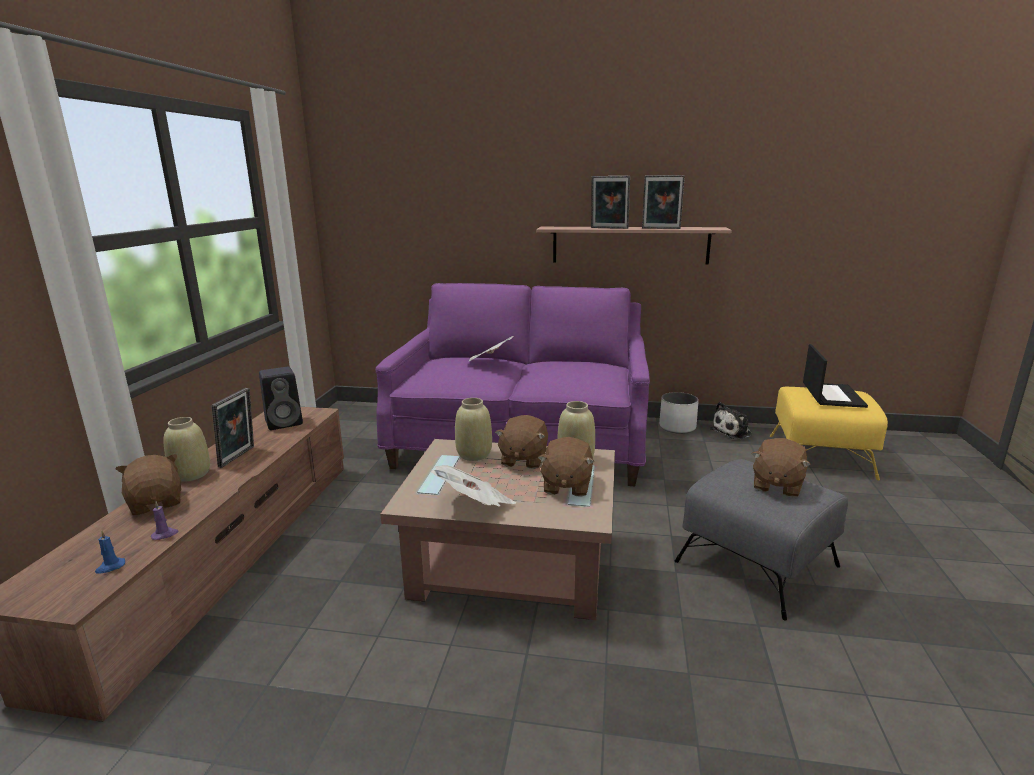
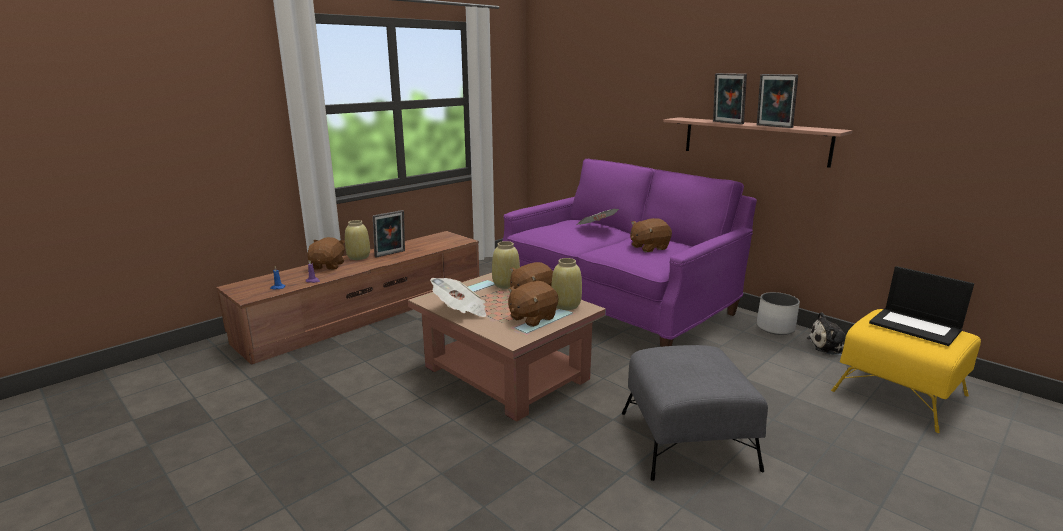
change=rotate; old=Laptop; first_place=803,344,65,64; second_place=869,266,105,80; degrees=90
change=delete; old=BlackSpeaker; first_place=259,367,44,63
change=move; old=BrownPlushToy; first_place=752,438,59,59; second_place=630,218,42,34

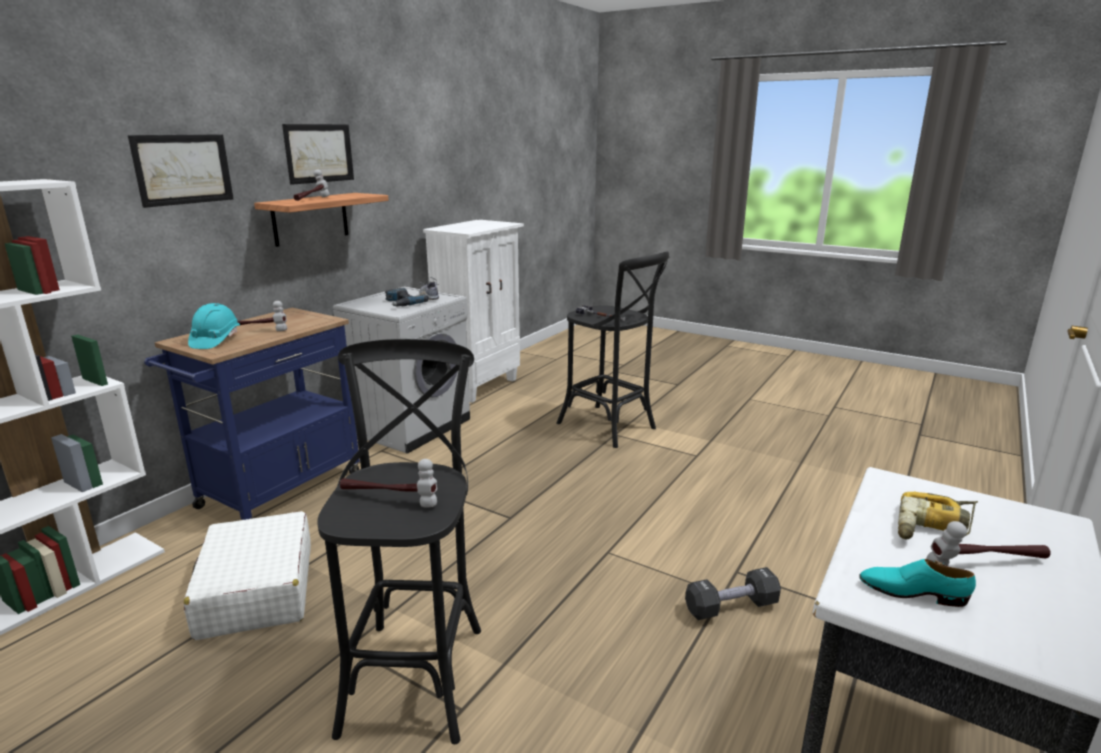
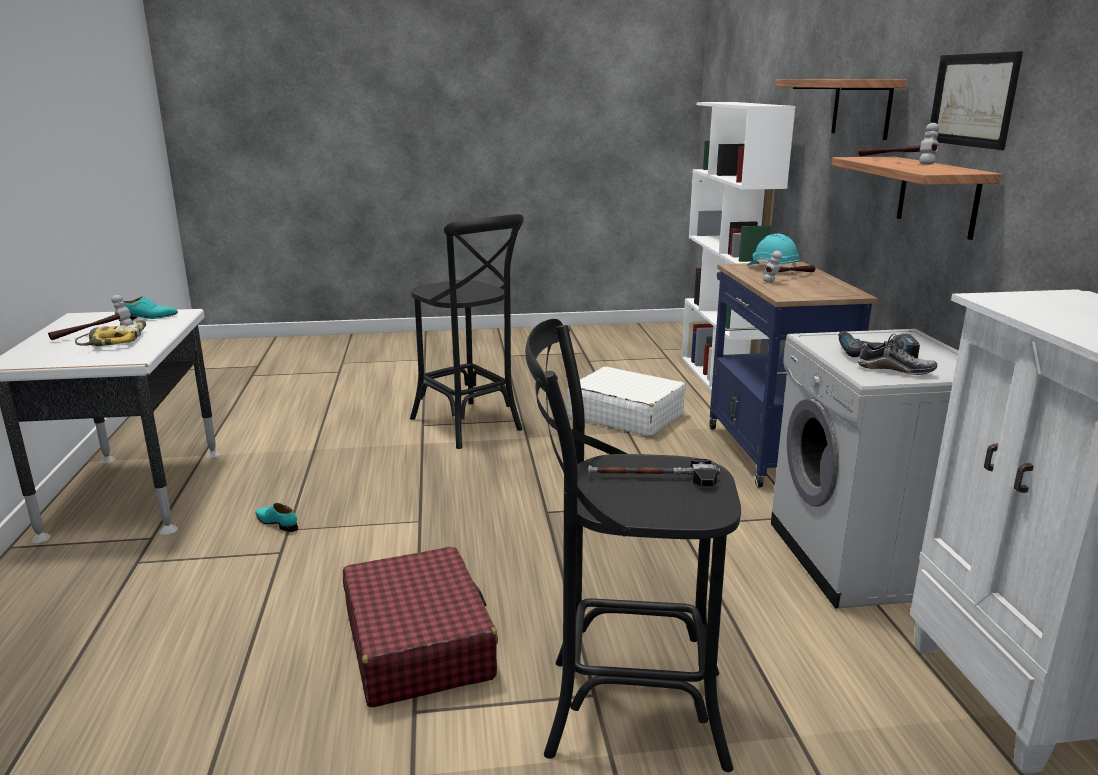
change=replace; old=Picture; new=Shelf; first_place=128,134,105,74; second_place=775,79,132,61
change=delete; old=Hammer; first_place=340,459,97,49
change=replace; old=BlackDumbbell; new=TurquoiseShoe; first_place=685,567,96,53; second_place=256,503,42,29
change=insert; new=RedSuitcase; second_place=343,546,155,162

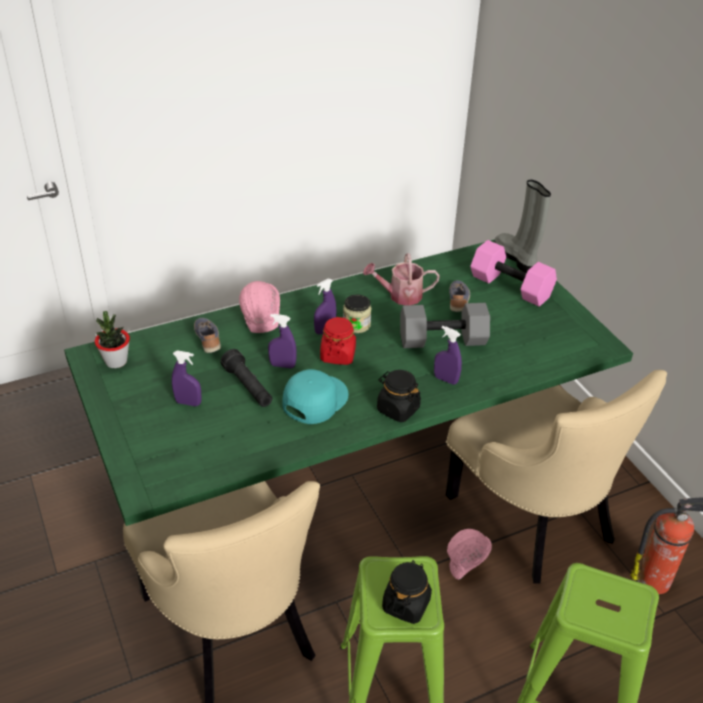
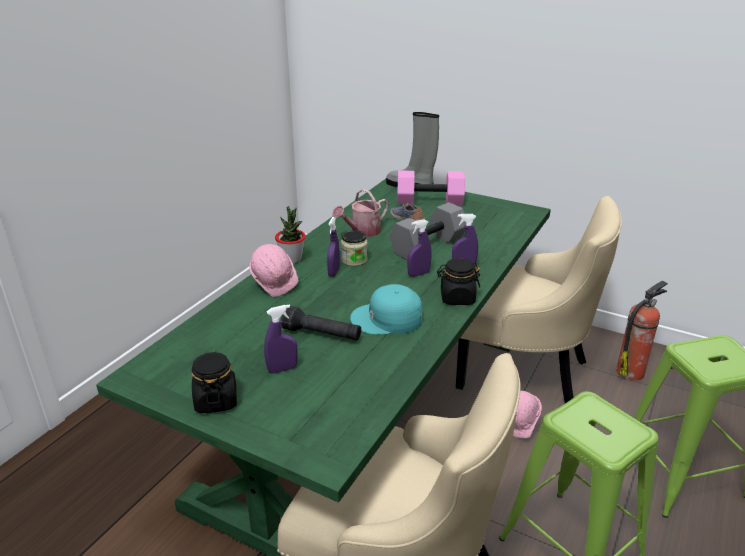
change=move; old=PottedPlant; first_place=95,311,35,57; second_place=275,207,31,56
change=move; old=PurpleSprayBottle; first_place=268,314,29,54; second_place=407,219,24,58
change=delete; old=RedJar; first_place=320,316,36,49
change=delete; old=Shoe; first_place=194,318,27,35
change=rotate; old=TurquoiseCap; first_place=282,369,66,55; second_place=350,284,72,51; degrees=-90
change=move; old=BlackJar; first_place=382,560,50,64; second_place=191,351,46,62

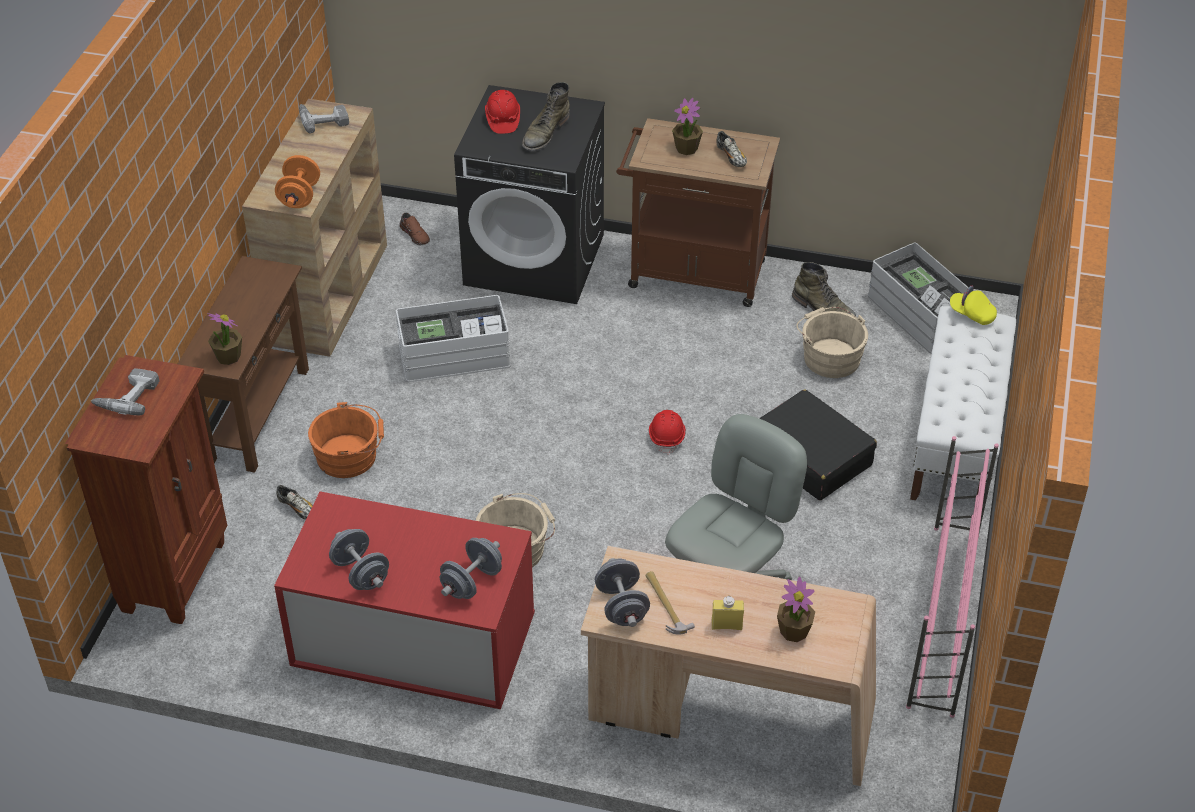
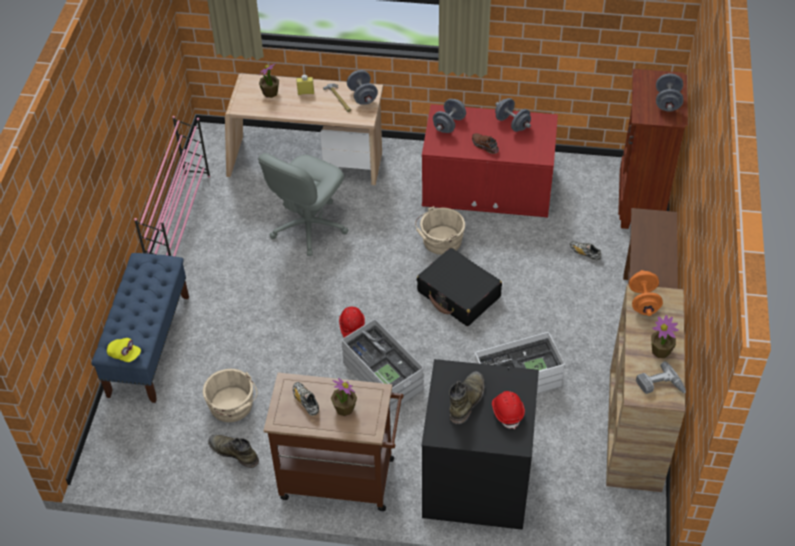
change=move; old=BrownShoe; first_place=399,213,31,32; second_place=472,133,27,21
change=move; old=GreyStorageBox; first_place=868,243,101,111; second_place=342,319,82,92
change=recolor; old=WhiteBench; new=BlueBench; first_place=910,306,106,194; second_place=92,253,97,150
change=move; old=PottedPlant; first_place=207,313,35,52; second_place=651,315,28,43
change=replace; old=PowerDrill; new=GreyDumbbell; first_place=91,368,68,47; second_place=656,73,27,38
change=move; old=BlackSuitcase; first_place=759,389,118,111; second_place=417,248,85,78
change=delete; old=OrangeBucket; first_place=308,402,76,76

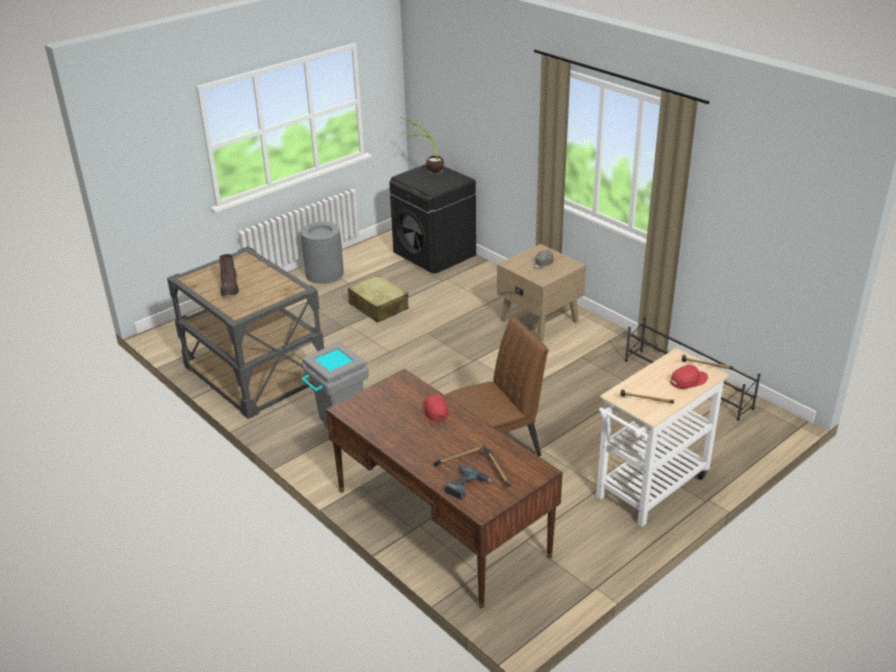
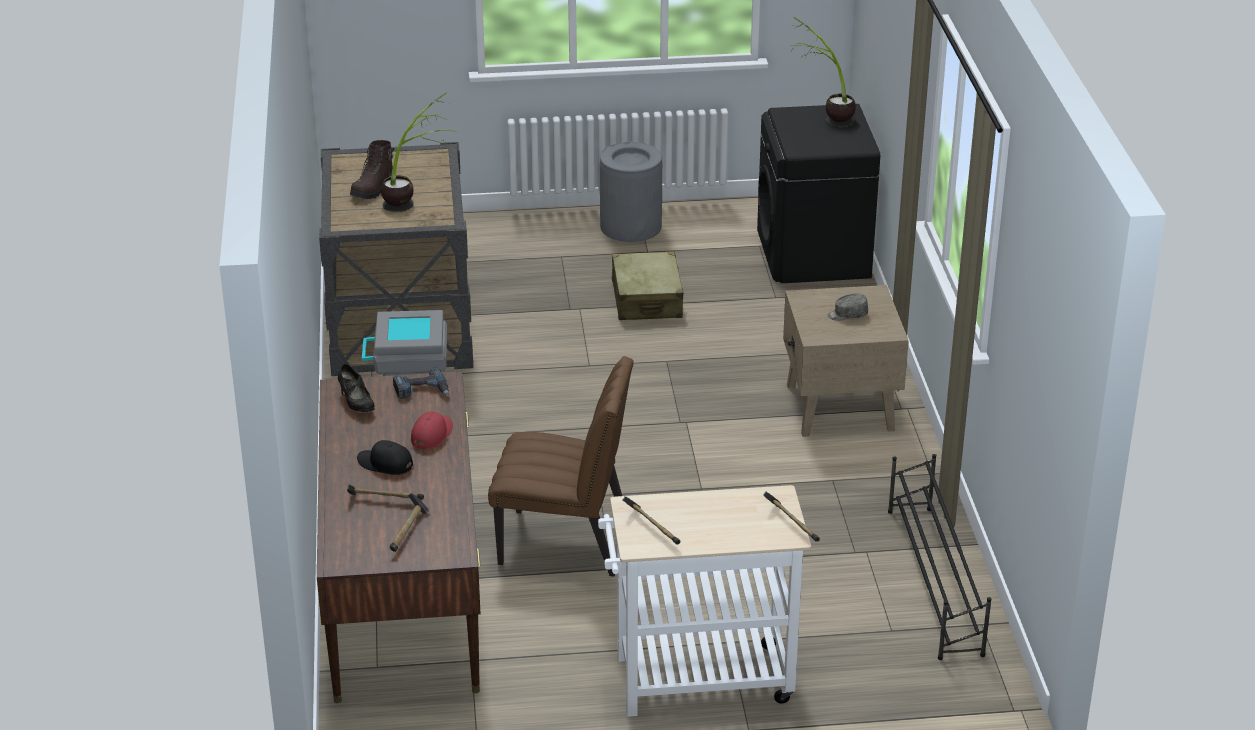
change=delete; old=RedCap; first_place=670,365,38,24
change=move; old=PowerDrill; first_place=445,465,48,35; second_place=393,367,56,32
change=insert; new=PottedPlant; second_place=381,93,76,119
change=insert; new=BlackShoe; second_place=338,364,37,48
change=insert; new=BlackCap; second_place=357,440,56,35

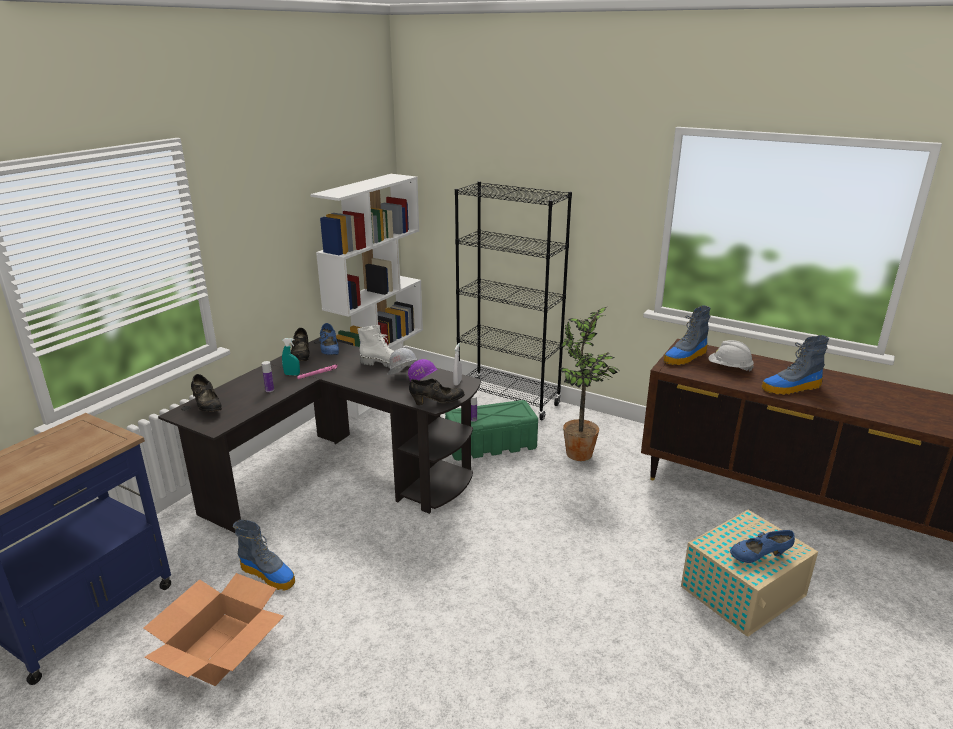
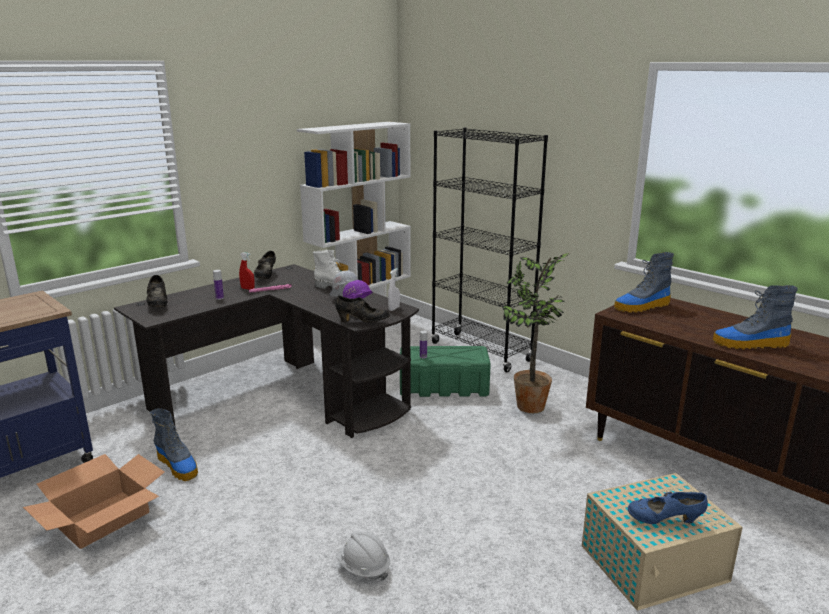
change=delete; old=BlueShoe; first_place=320,323,19,32
change=recolor; old=TurquoiseSprayBottle; new=RedSprayBottle; first_place=282,338,18,38; second_place=239,252,16,38
change=move; old=WhiteHardHat; first_place=708,340,46,32; second_place=336,531,54,50

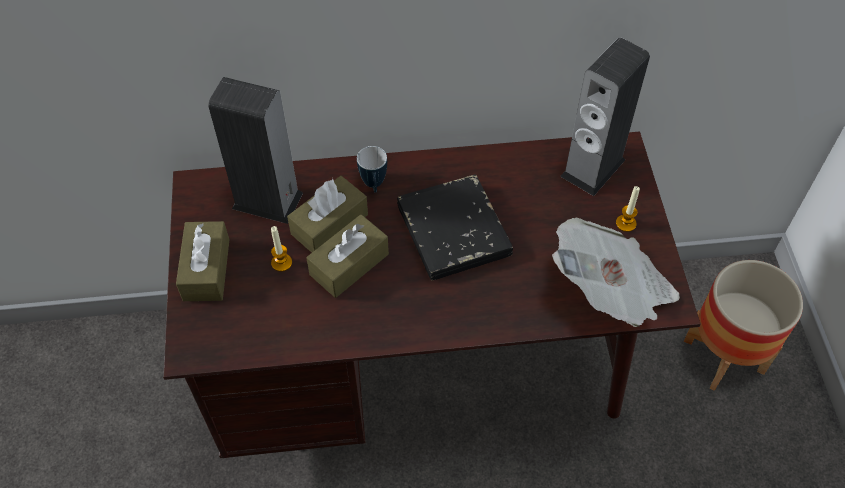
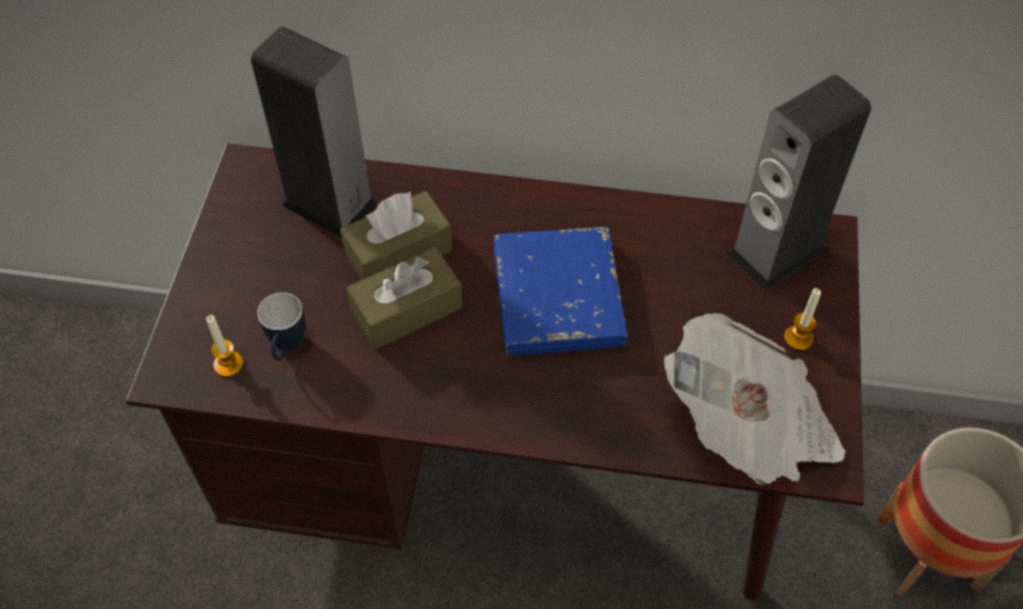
change=move; old=Mug; first_place=357,146,30,47; second_place=257,292,48,69
change=recolor; old=BlackBook; new=BlueBook; first_place=397,174,116,106; second_place=494,227,133,129
change=delete; old=BrownTissueBox; first_place=176,221,54,80
change=move; old=Candle; first_place=271,226,21,46; second_place=206,315,37,62

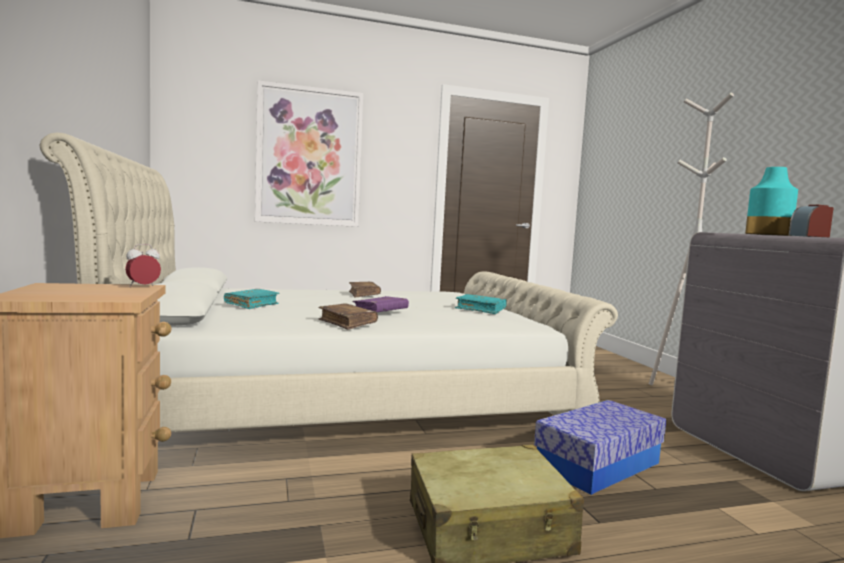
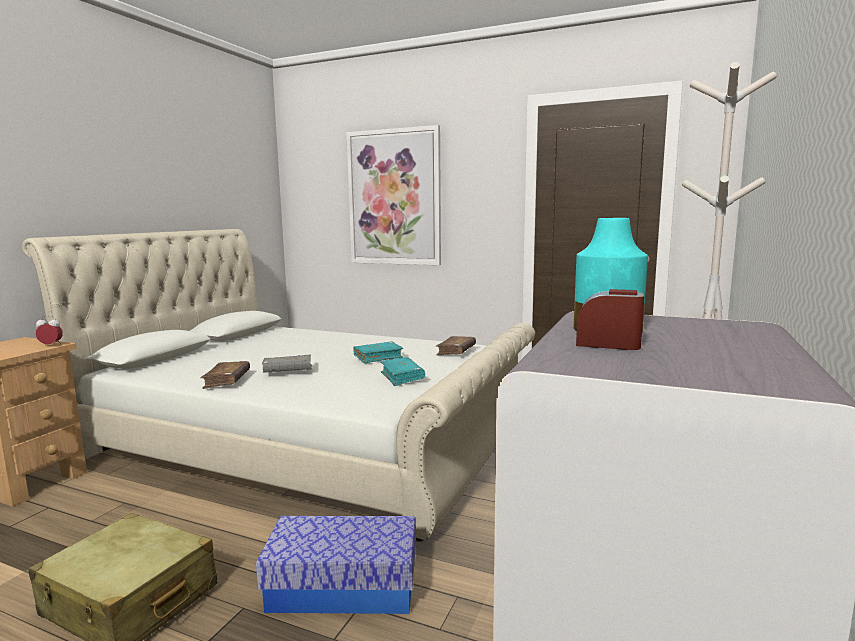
change=move; old=BrownBook; first_place=349,282,32,15; second_place=436,336,40,19
change=move; old=TurquoiseBook; first_place=224,289,56,20; second_place=353,342,50,21
change=recolor; old=PurpleBook; new=GreyBook; first_place=352,296,57,16; second_place=262,354,50,19

